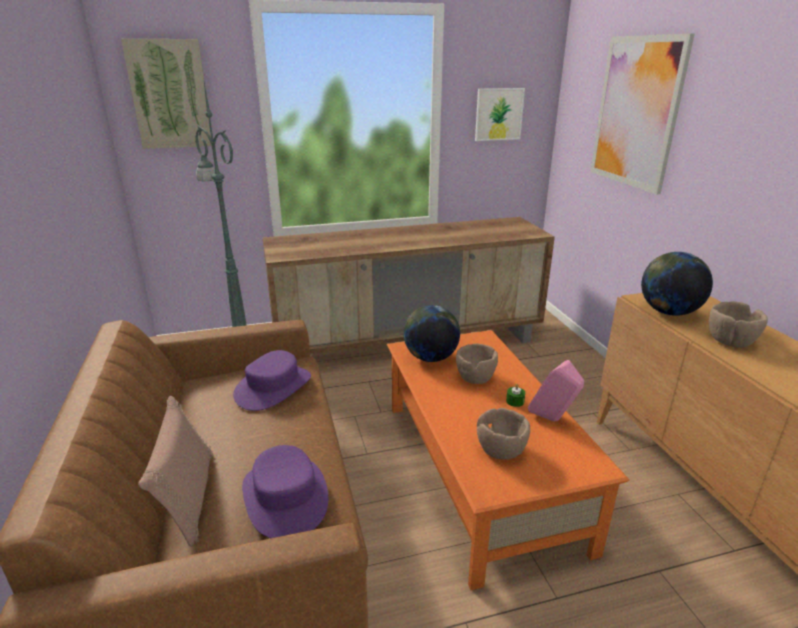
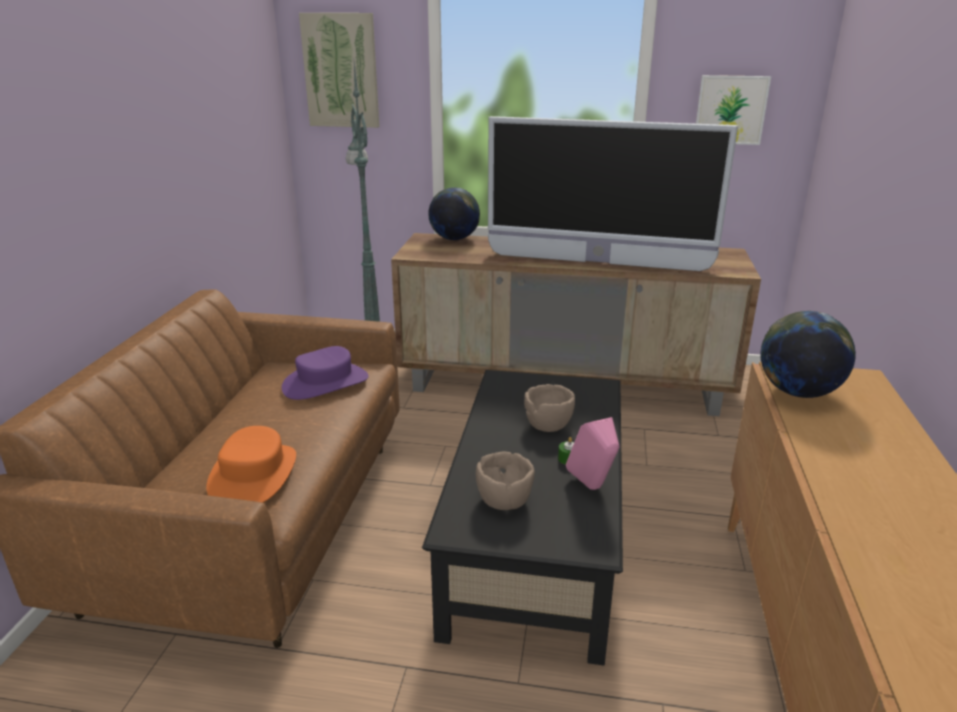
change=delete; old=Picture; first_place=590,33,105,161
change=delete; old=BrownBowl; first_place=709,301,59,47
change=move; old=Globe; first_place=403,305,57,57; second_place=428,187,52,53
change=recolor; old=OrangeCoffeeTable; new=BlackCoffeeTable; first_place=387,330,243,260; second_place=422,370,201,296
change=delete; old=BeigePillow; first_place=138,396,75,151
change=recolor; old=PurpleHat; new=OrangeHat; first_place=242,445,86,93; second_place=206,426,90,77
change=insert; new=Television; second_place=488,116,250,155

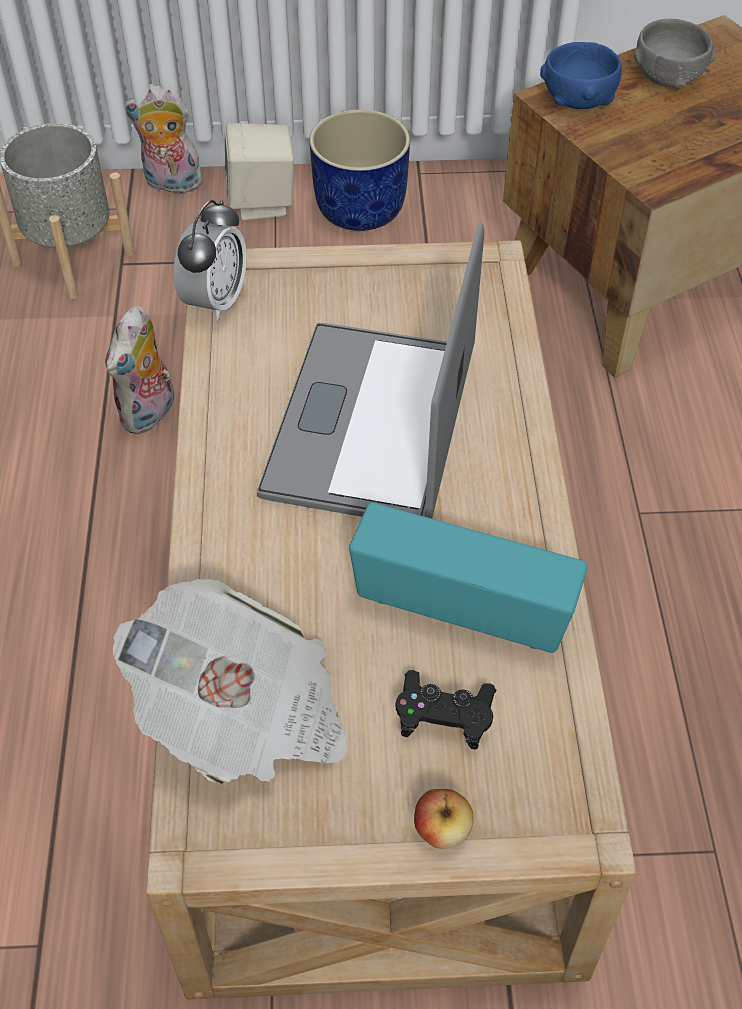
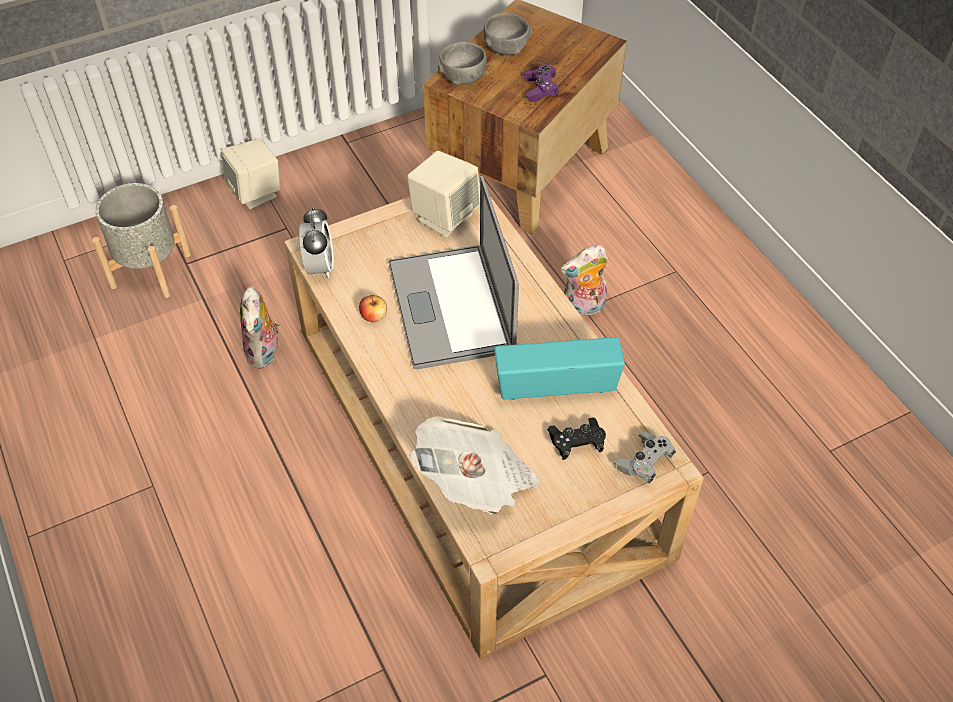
change=recolor; old=BlueBowl; new=GreyBowl; first_place=540,42,82,67; second_place=438,42,49,43
change=move; old=PlushToy; first_place=125,84,81,109; second_place=560,245,48,71
change=delete; old=BluePlanter; first_place=309,109,101,122
change=move; old=Apple; first_place=414,789,59,60; second_place=359,295,28,27
change=insert; new=PurpleGameController; second_place=524,64,35,38
change=insert; new=BeigeSpeaker; second_place=407,151,73,86
change=insert; new=GreyGameController; second_place=615,431,61,52

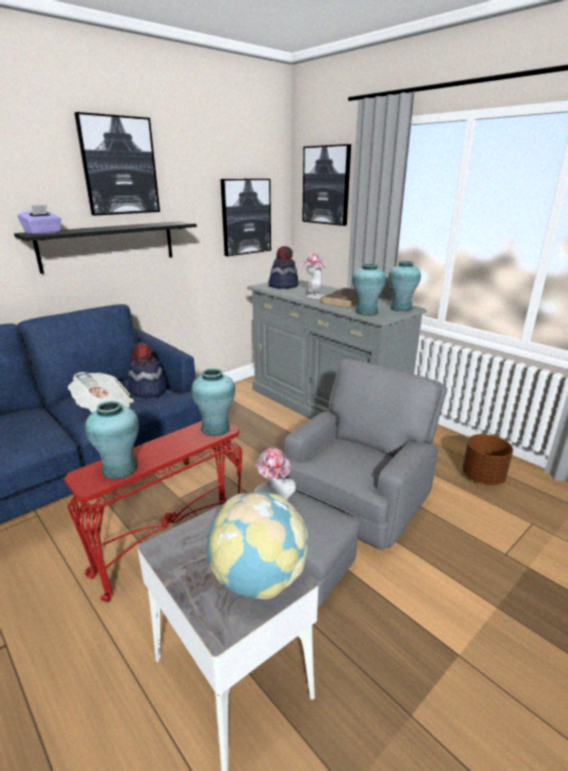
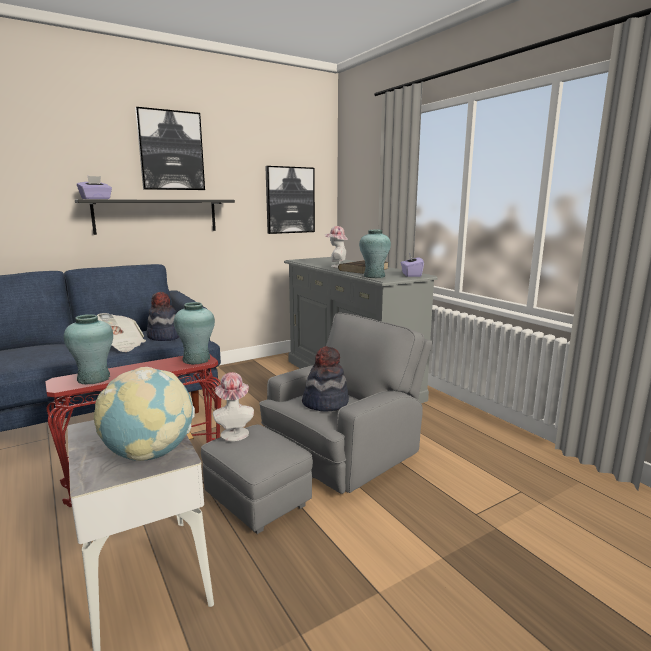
change=delete; old=Picture; first_place=302,144,49,82
change=move; old=Hat; first_place=268,246,30,43; second_place=302,346,47,66
change=replace; old=TurquoiseVase; new=PurpleTissueBox; first_place=388,261,33,51; second_place=401,253,23,24
change=delete; old=BrownPlanter; first_place=462,434,51,51

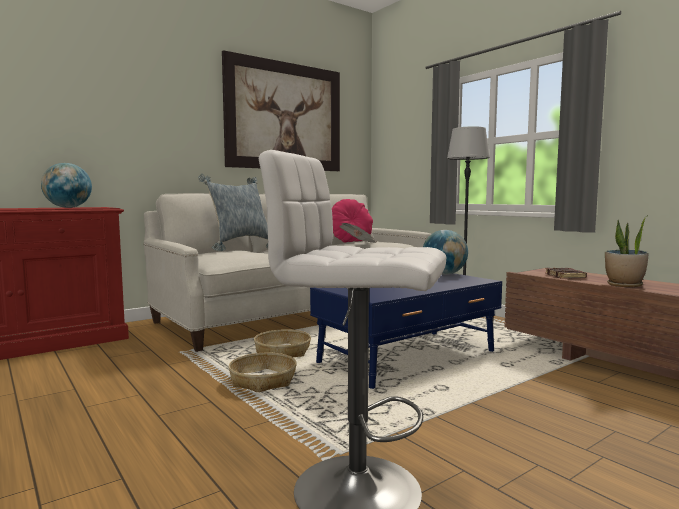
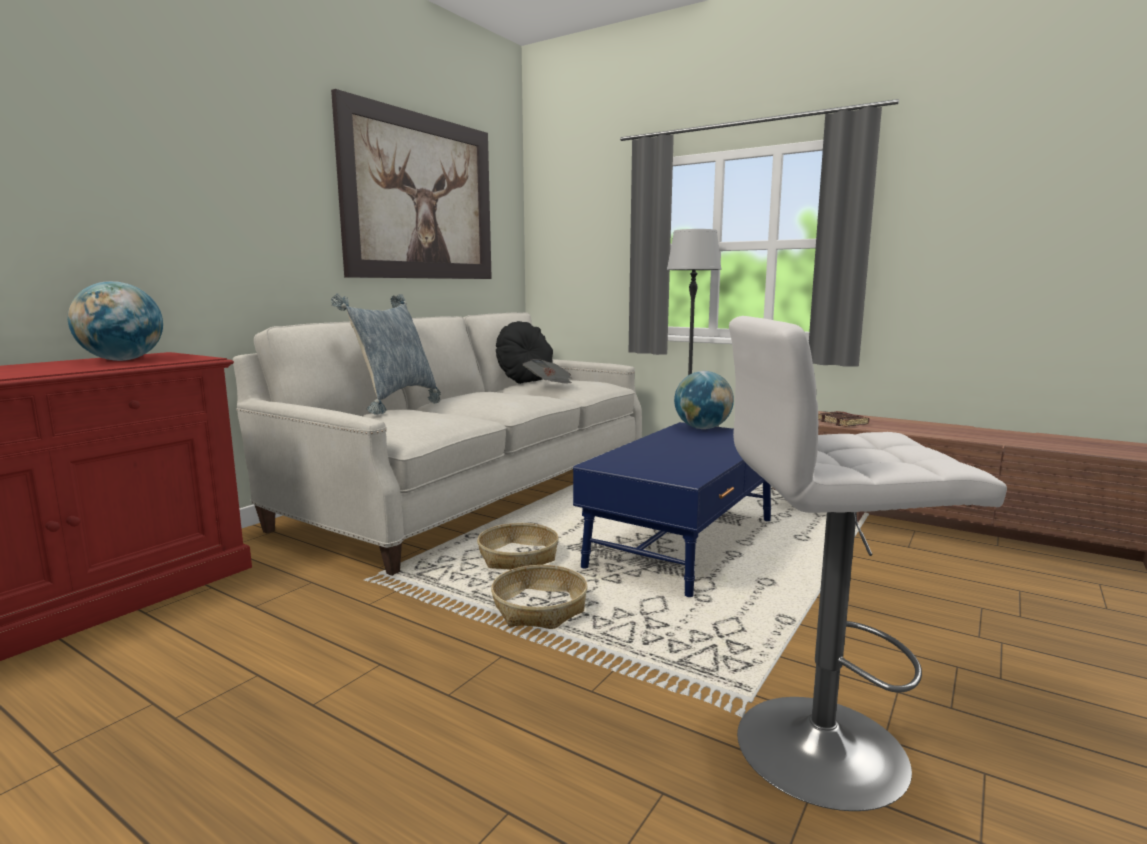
change=recolor; old=PinkPillow; new=BlackPillow; first_place=332,199,41,43; second_place=496,321,57,63
change=delete; old=PottedPlant; first_place=605,215,43,72

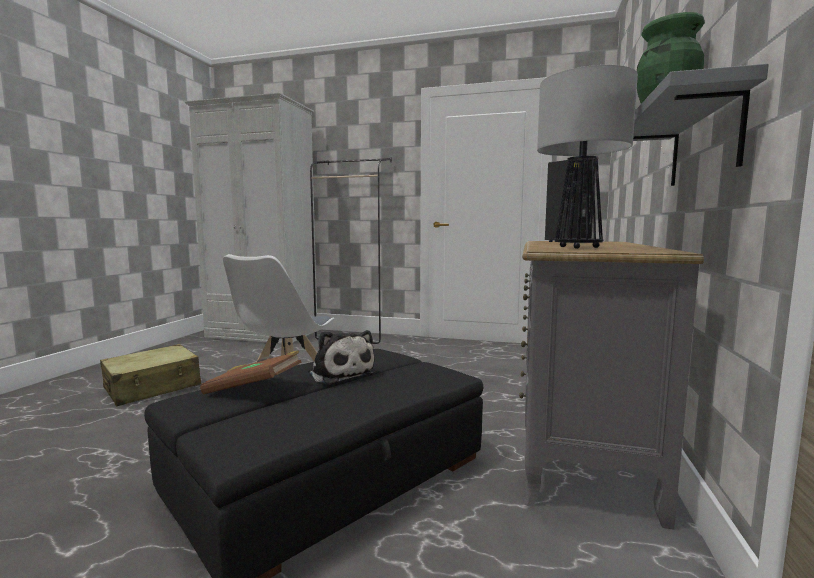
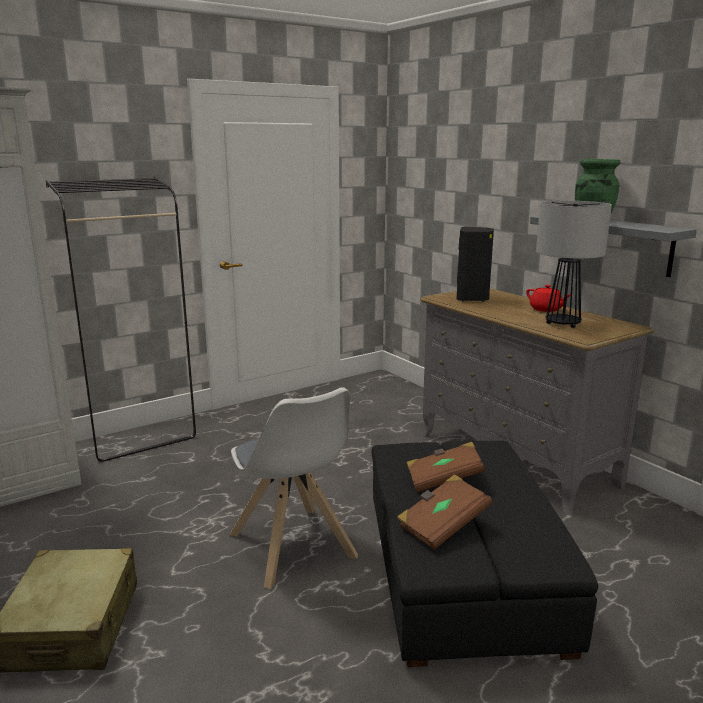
change=replace; old=PlushToy; new=BrownBook; first_place=309,330,67,54; second_place=407,442,78,50
change=insert; new=RedTeapot; second_place=526,285,45,27

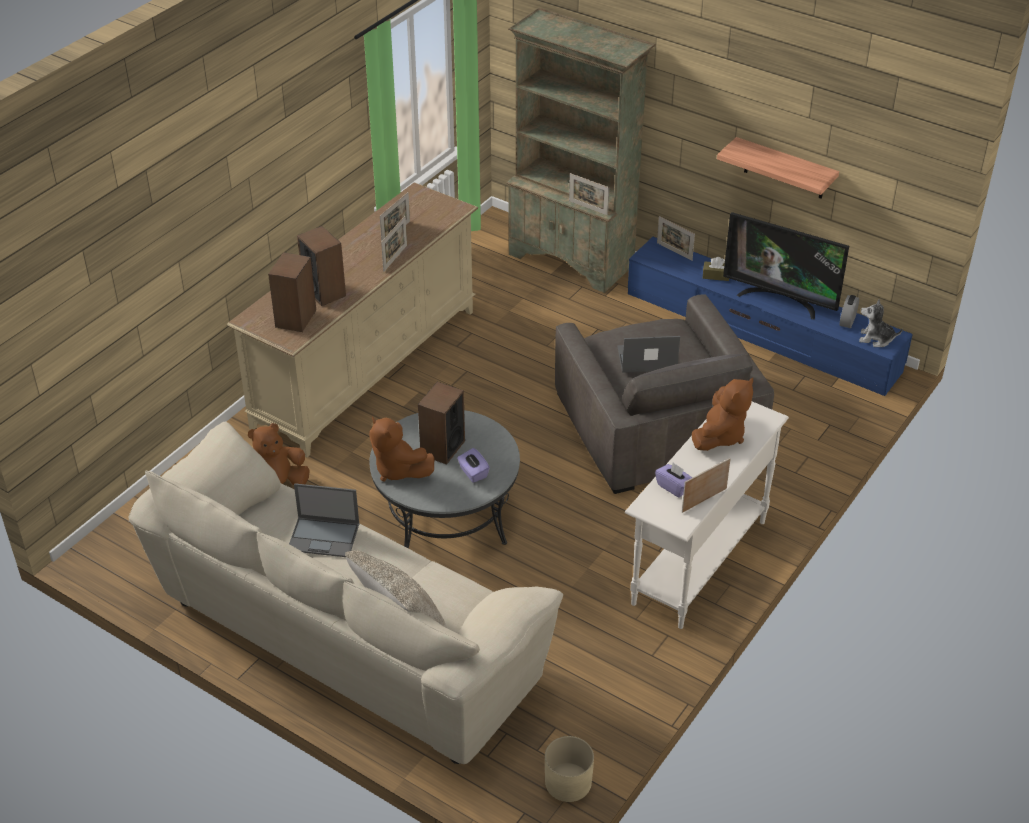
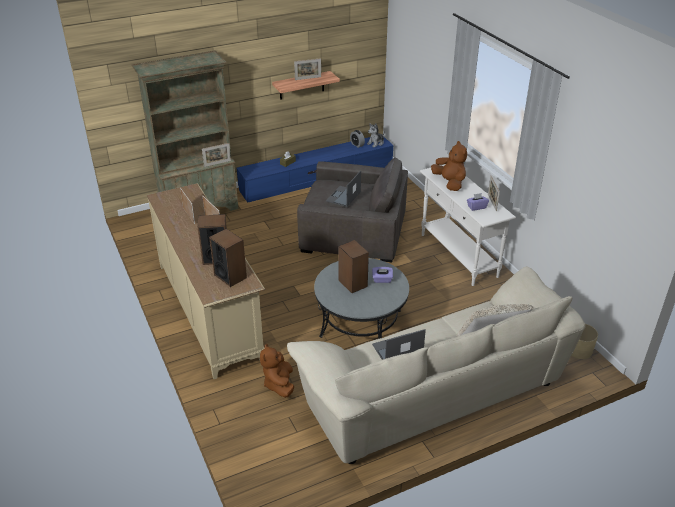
change=delete; old=Television; first_place=723,212,126,107
change=move; old=PictureFrame; first_place=657,216,38,45; second_place=294,58,27,22
change=delete; old=BrownPlushToy; first_place=369,417,65,64
change=rotate; old=Laptop; first_place=289,483,70,74; second_place=372,329,54,31; degrees=-150

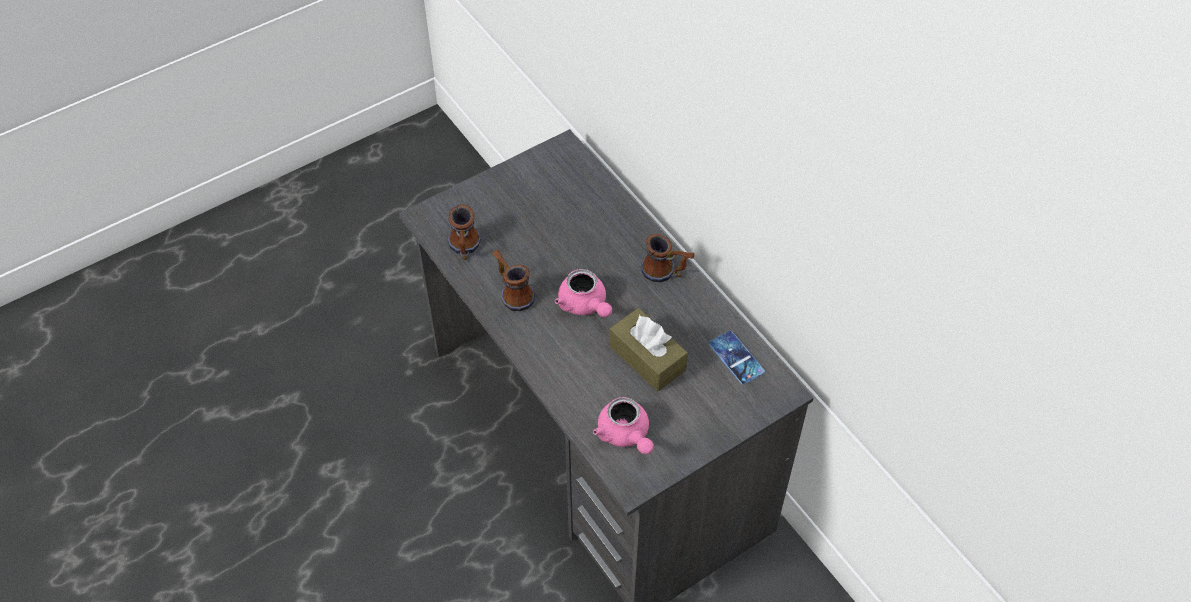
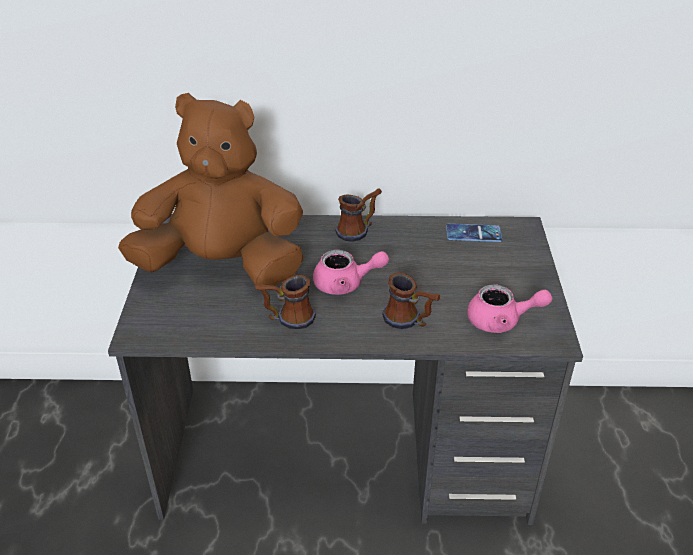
change=move; old=Mug; first_place=448,204,33,56; second_place=382,273,58,56
change=delete; old=BrownTissueBox; first_place=610,308,78,83
change=insert; new=BrownPlushToy; second_place=118,93,185,193

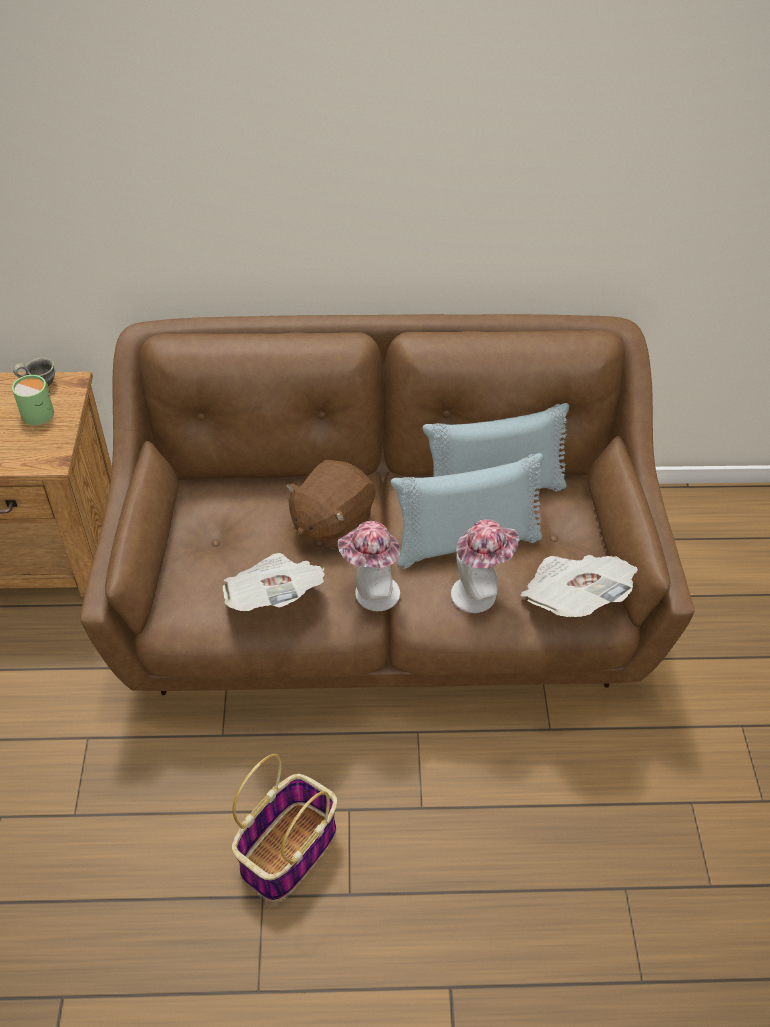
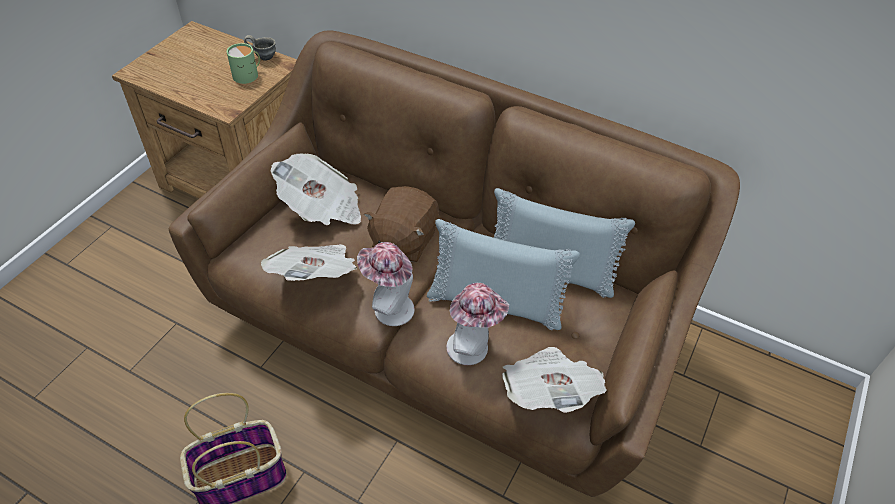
change=rotate; old=BrownPlushToy; first_place=286,460,90,89; second_place=364,186,75,76; degrees=-45
change=insert; new=Newspaper; second_place=271,154,90,71

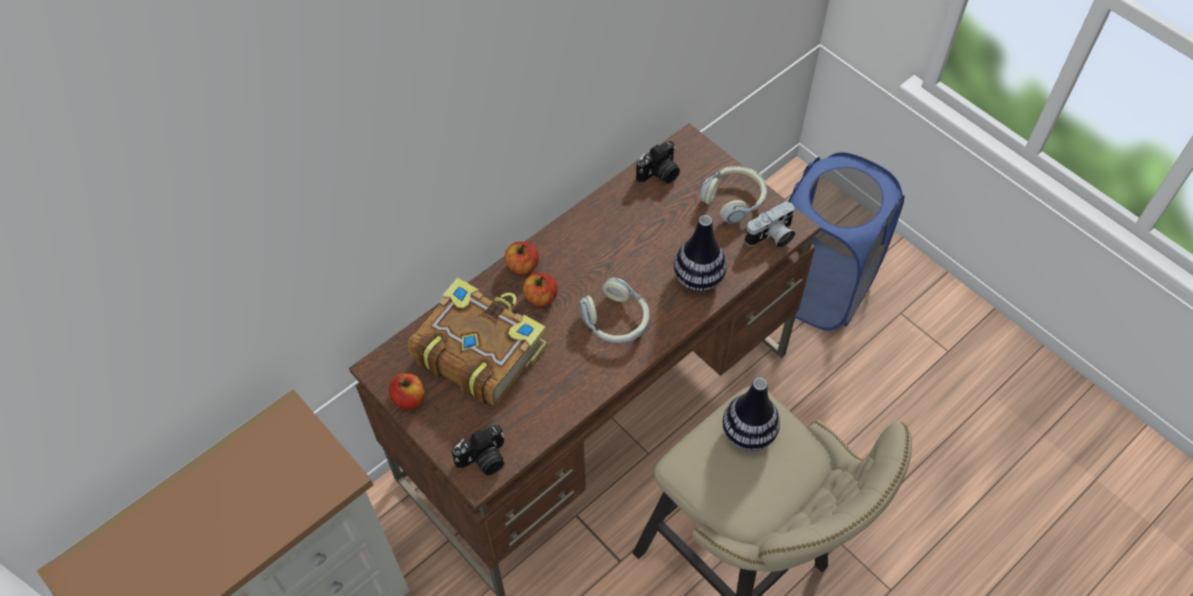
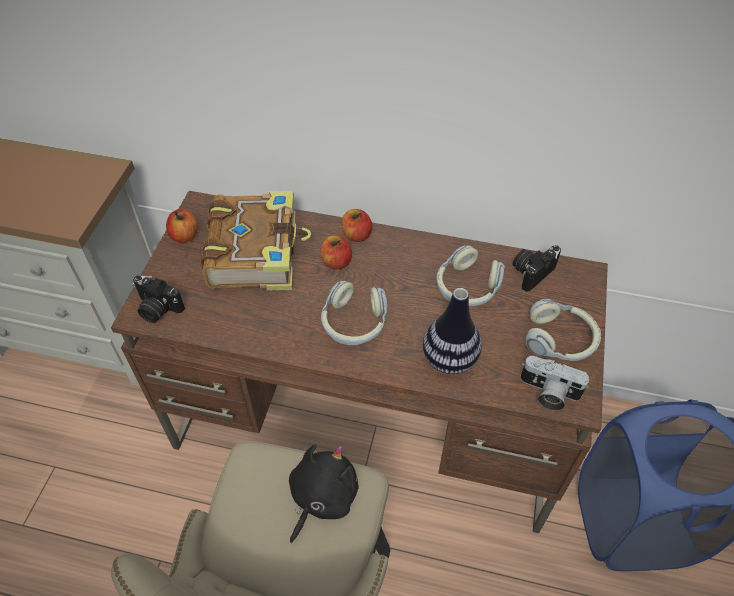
change=rotate; old=PhotoCamera; first_place=636,141,44,43; second_place=512,245,49,46; degrees=120
change=replace; old=Vase; new=BlackPlushToy; first_place=723,377,57,74; second_place=289,444,70,99
change=insert; new=Headphones; second_place=436,245,69,61

